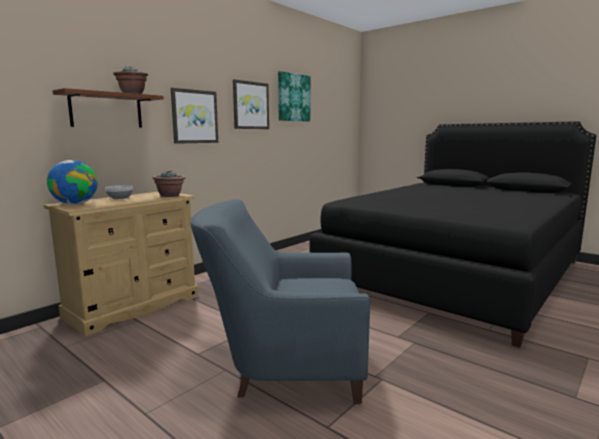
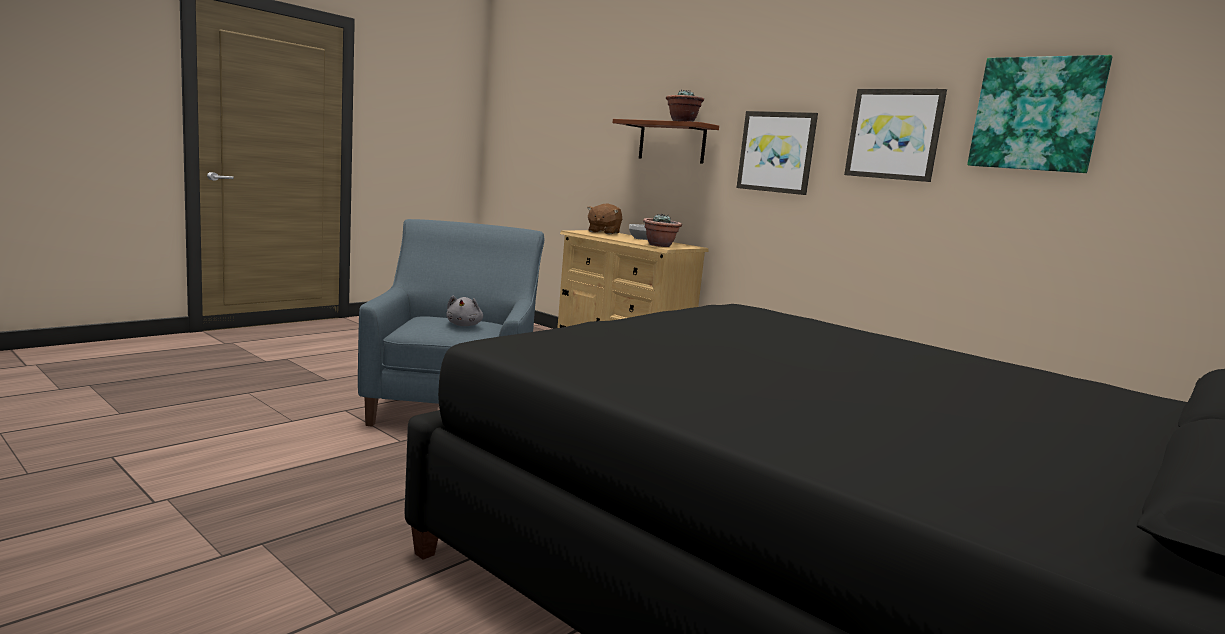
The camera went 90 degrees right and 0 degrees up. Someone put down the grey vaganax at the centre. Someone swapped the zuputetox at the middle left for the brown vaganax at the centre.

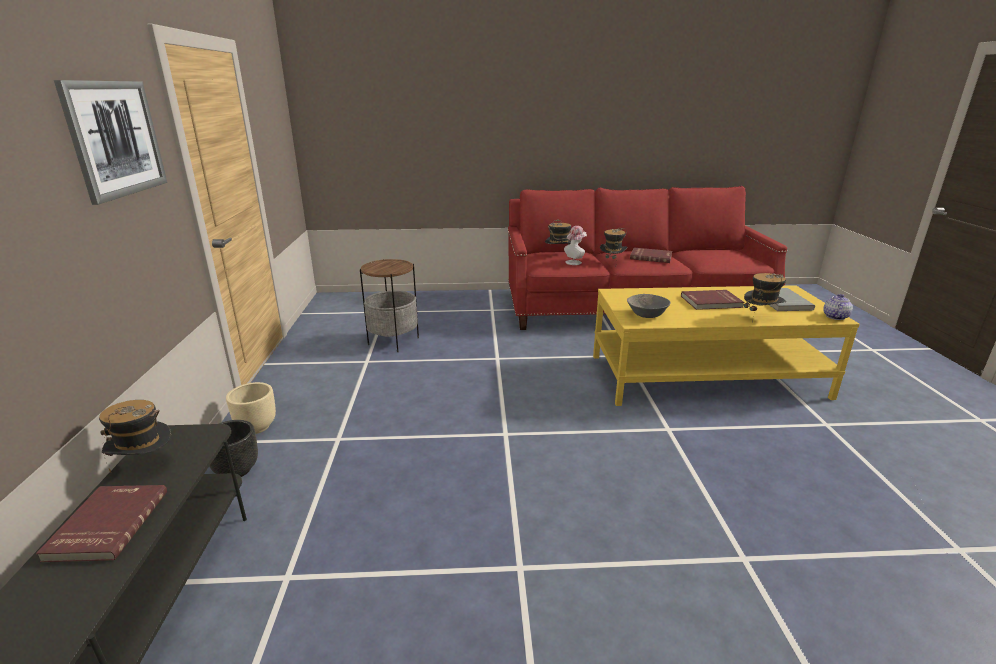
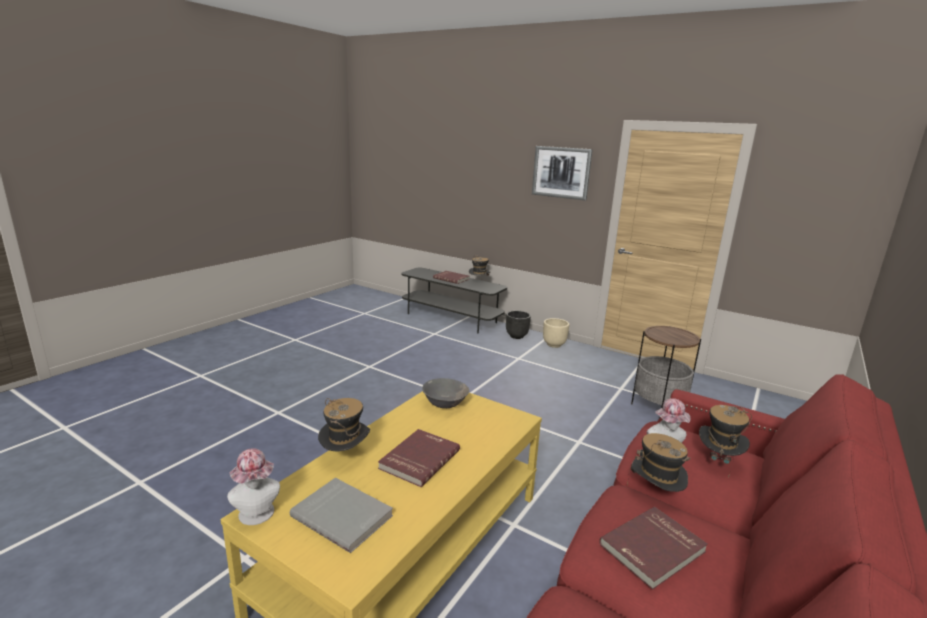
The camera went 125 degrees right and 5 degrees down. Someone swapped the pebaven at the middle right for the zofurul (1st from left) at the bottom left.

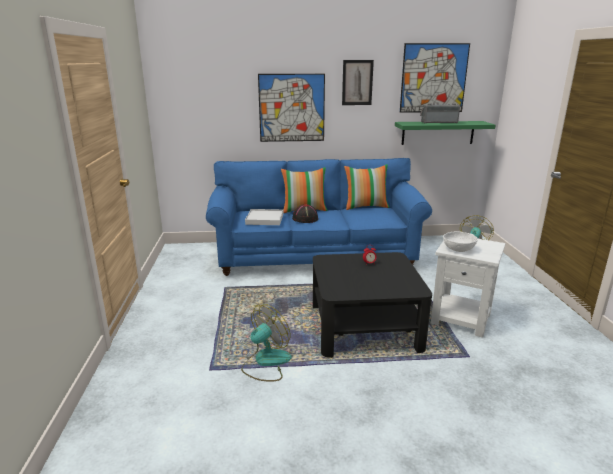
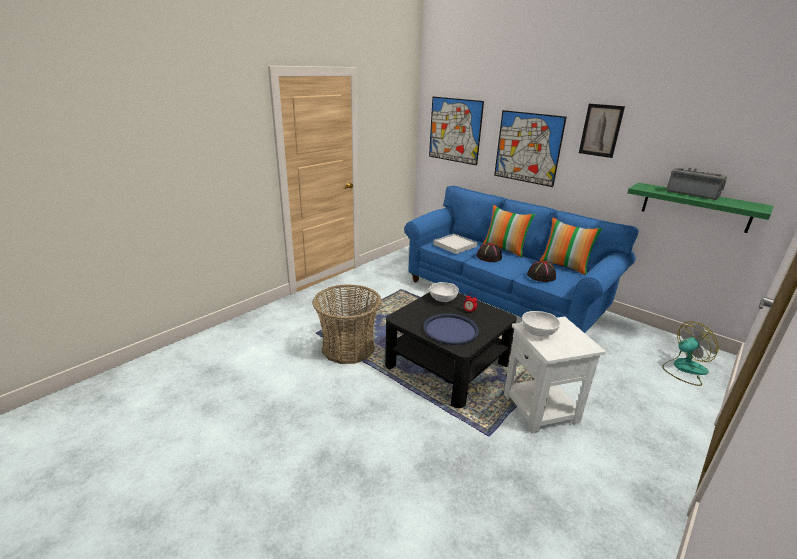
The camera went 45 degrees right and 5 degrees up. Someone swapped the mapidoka (1st from left) at the bottom centre for the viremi at the centre. Someone put down the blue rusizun at the centre. Someone carried the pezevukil (3rd from left in the first image) from the top right to the top centre. Someone put down the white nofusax (1st from left) at the centre. Someone put down the black zofurul (2nd from left) at the middle right.

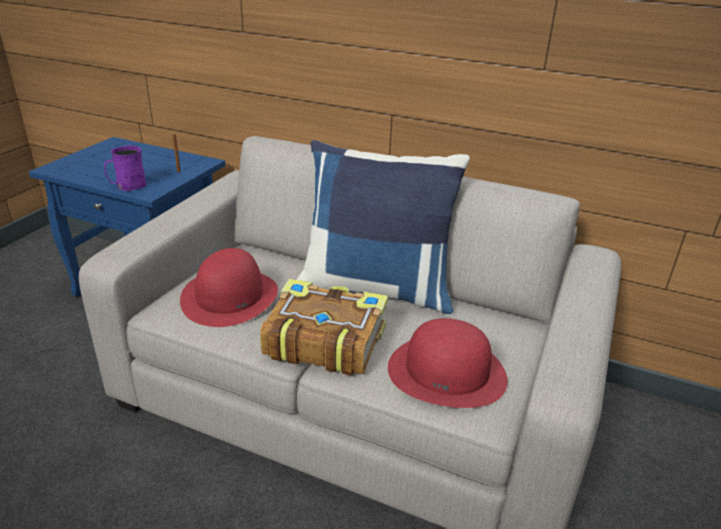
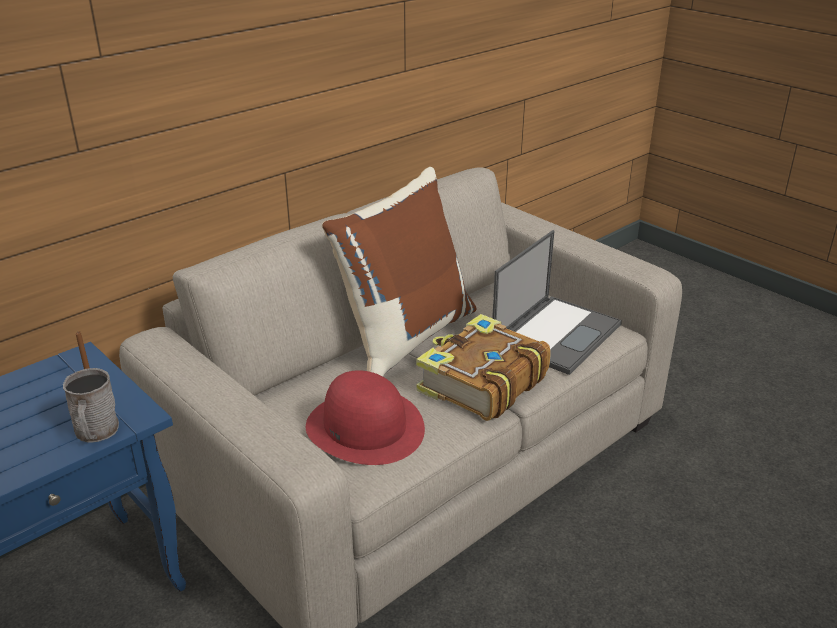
The camera went 65 degrees left and 0 degrees up. Someone repainted the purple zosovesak at the top left, which became the grey zosovesak at the middle left. Someone repainted the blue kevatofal at the centre, which became the brown kevatofal at the centre. Someone swapped the red zofurul (2nd from left) at the bottom centre for the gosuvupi at the centre.

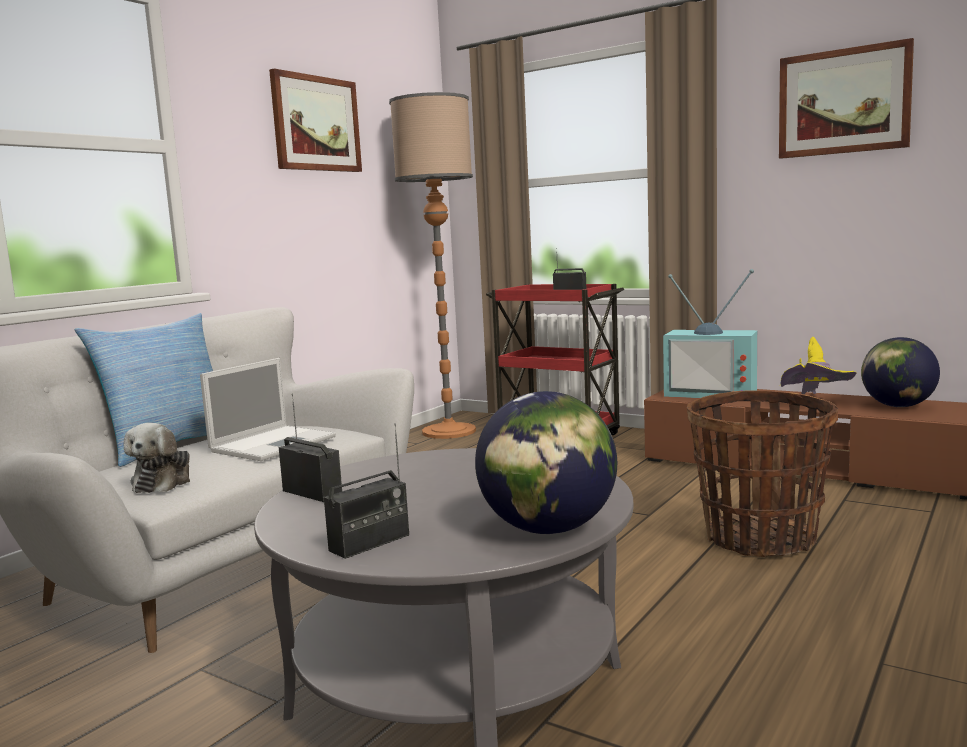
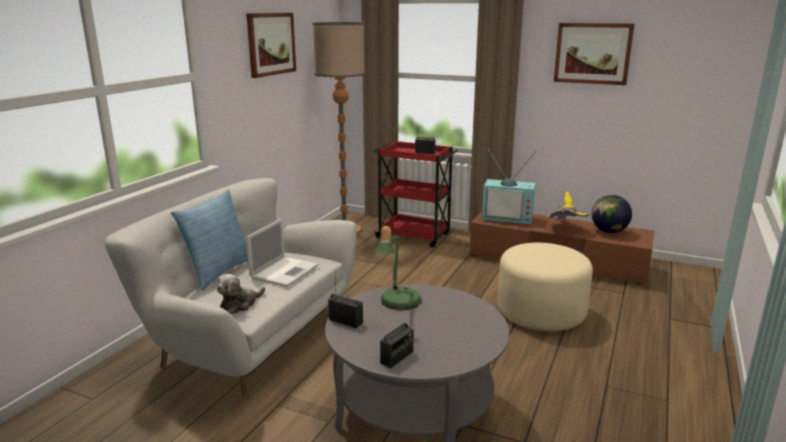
The camera went 10 degrees left and 10 degrees up. Someone rotated the vaganax at the middle left by 45 degrees clockwise. Someone put down the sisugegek at the centre. Someone swapped the viremi at the middle right for the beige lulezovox at the middle right. Someone took away the zuputetox (1st from left) at the centre.

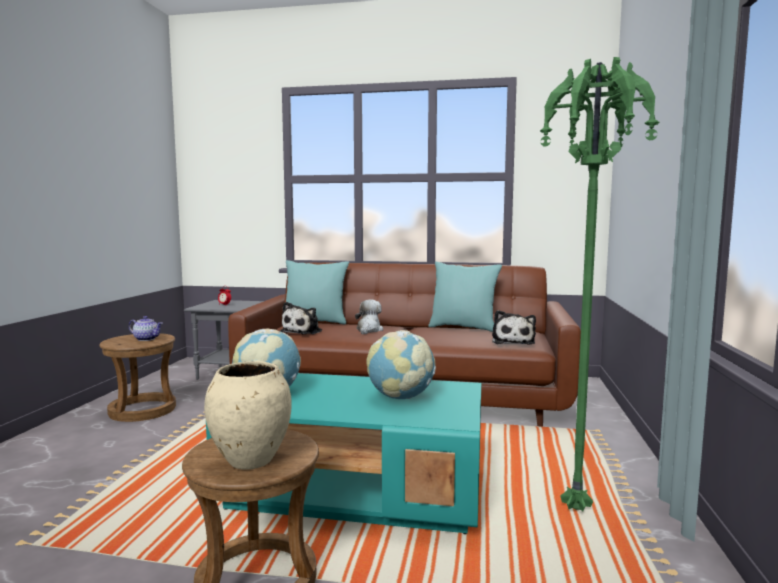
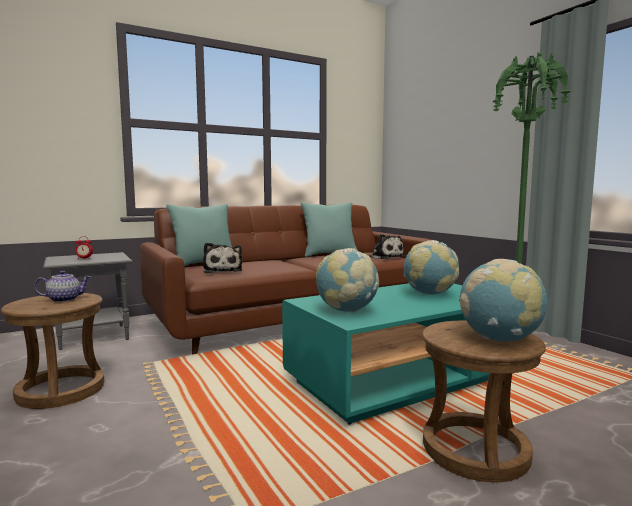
The camera went 40 degrees left and 0 degrees up. Someone swapped the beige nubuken at the bottom left for the zuputetox (3rd from left) at the middle right. Someone took away the vaganax (2nd from left) at the centre.

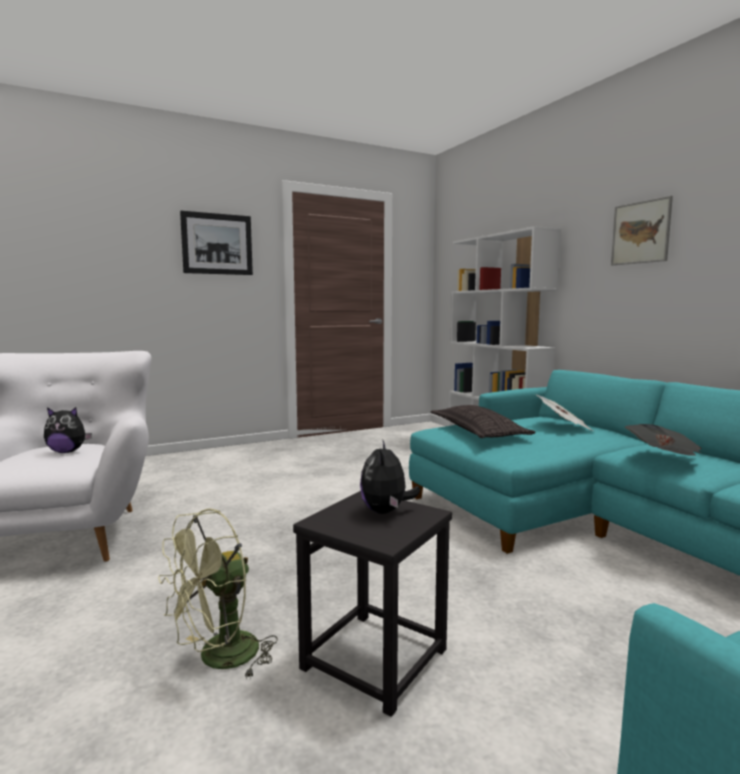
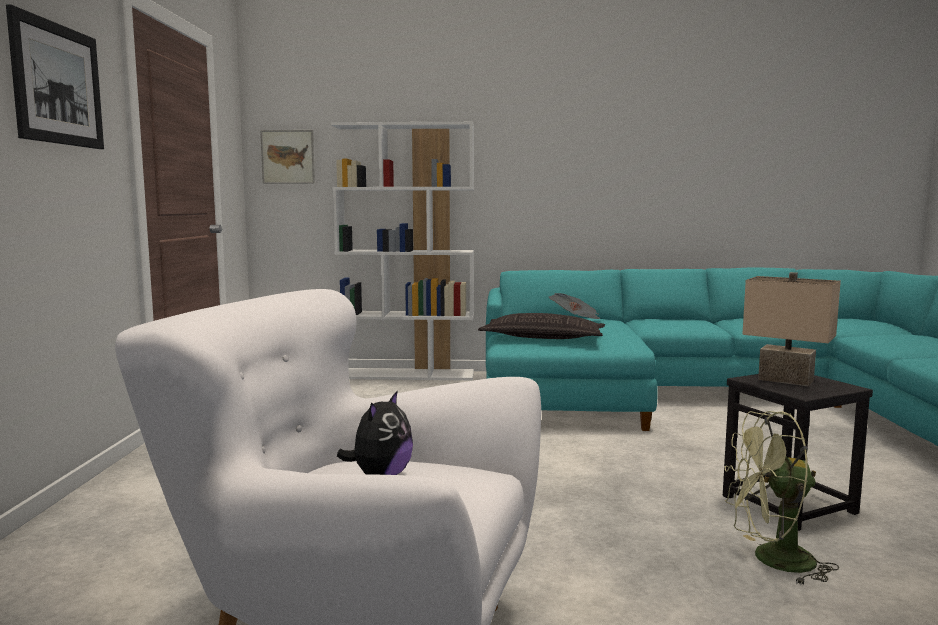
The camera went 60 degrees left and 0 degrees up. Someone carried the pezevukil (2nd from left) from the top right to the top left. Someone rotated the green mapidoka at the bottom left by 105 degrees clockwise. Someone swapped the vaganax (2nd from left) at the centre for the beige sisugegek at the middle right. Someone took away the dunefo (2nd from left) at the middle right.

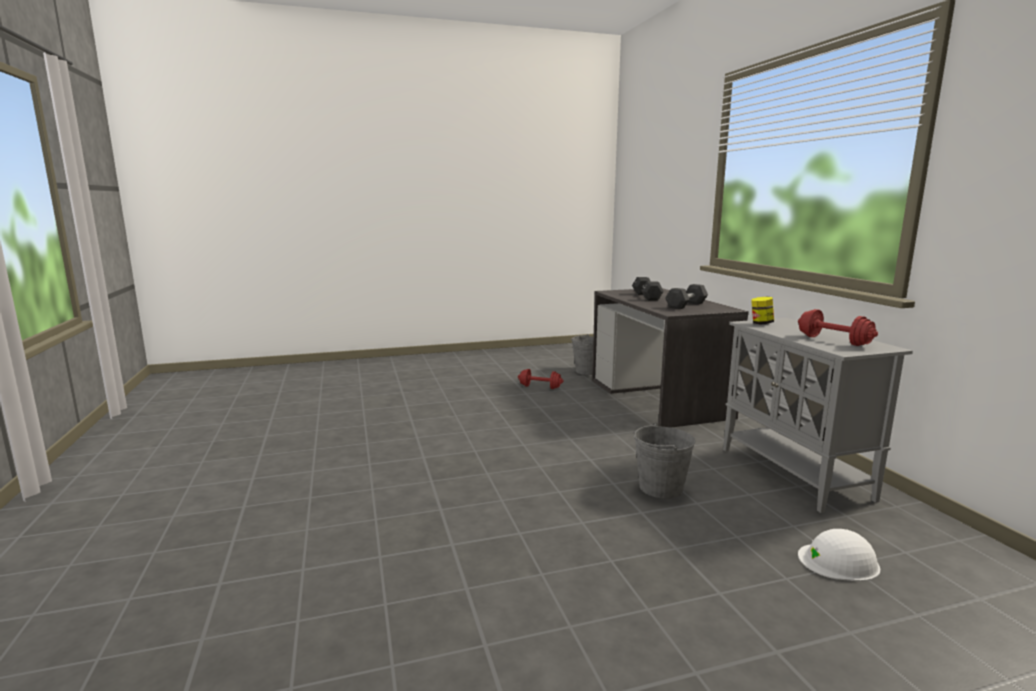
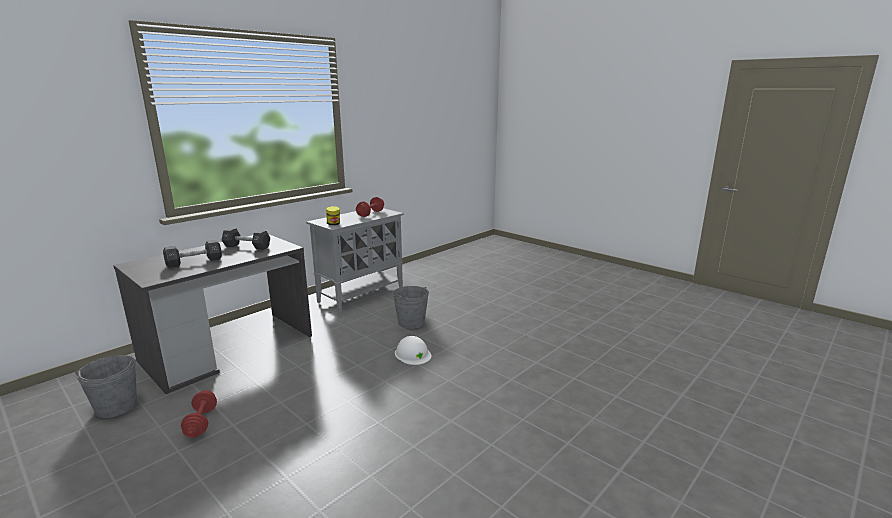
The camera went 120 degrees left and 5 degrees up. Someone carried the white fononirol from the bottom right to the bottom centre.

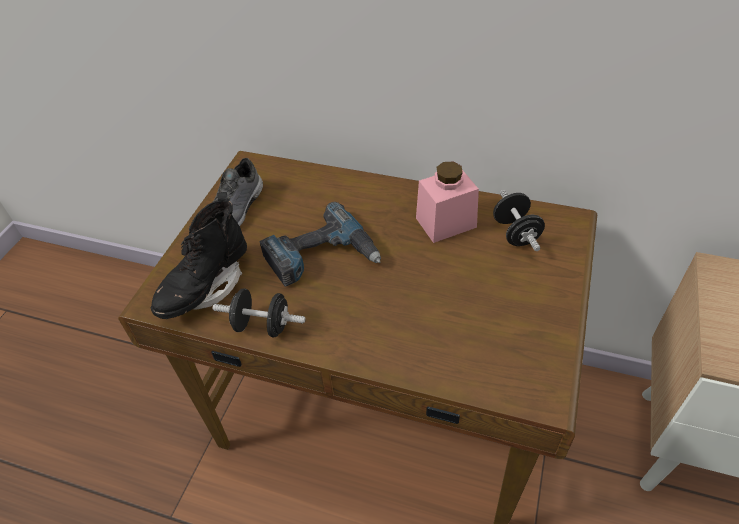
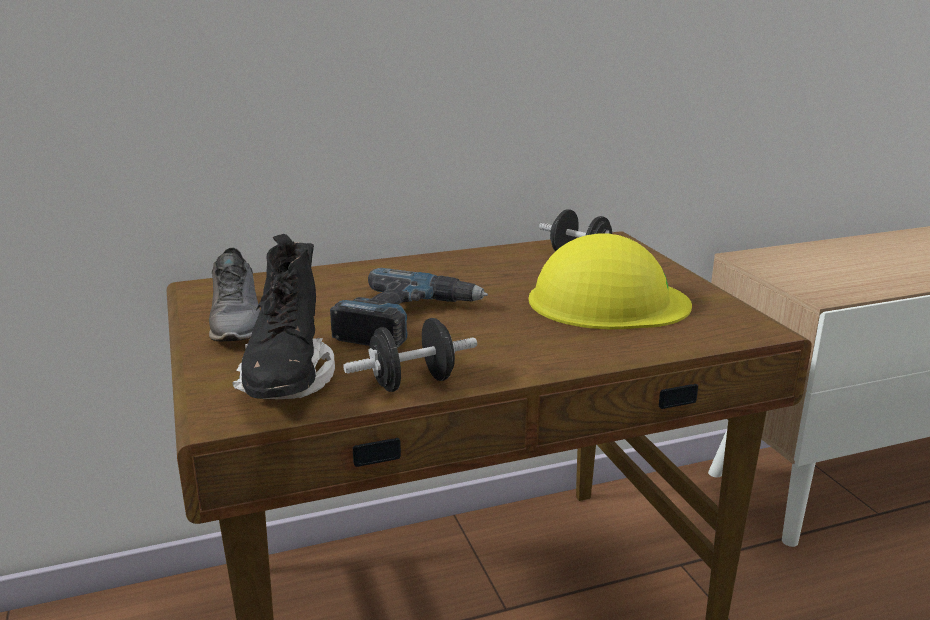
The camera went 40 degrees left and 25 degrees down. Someone put down the yellow fononirol at the centre. Someone took away the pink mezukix at the centre.

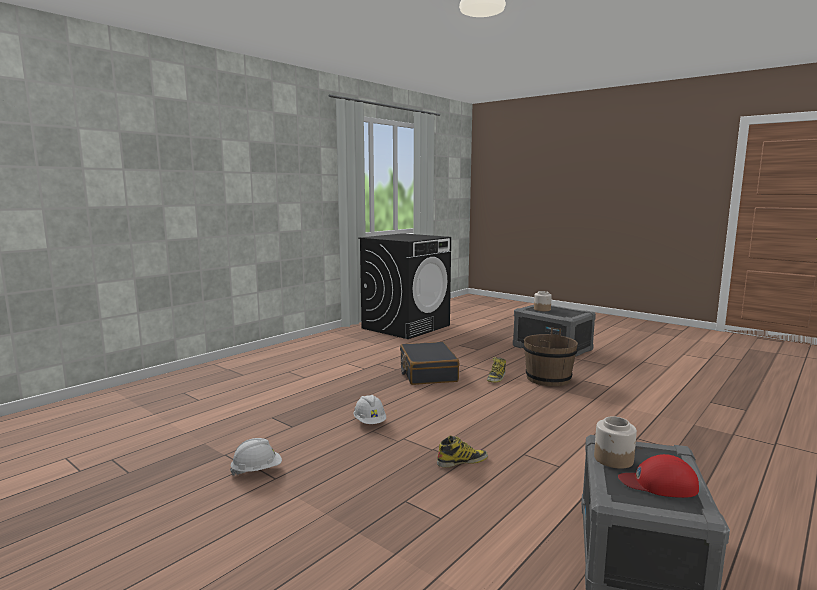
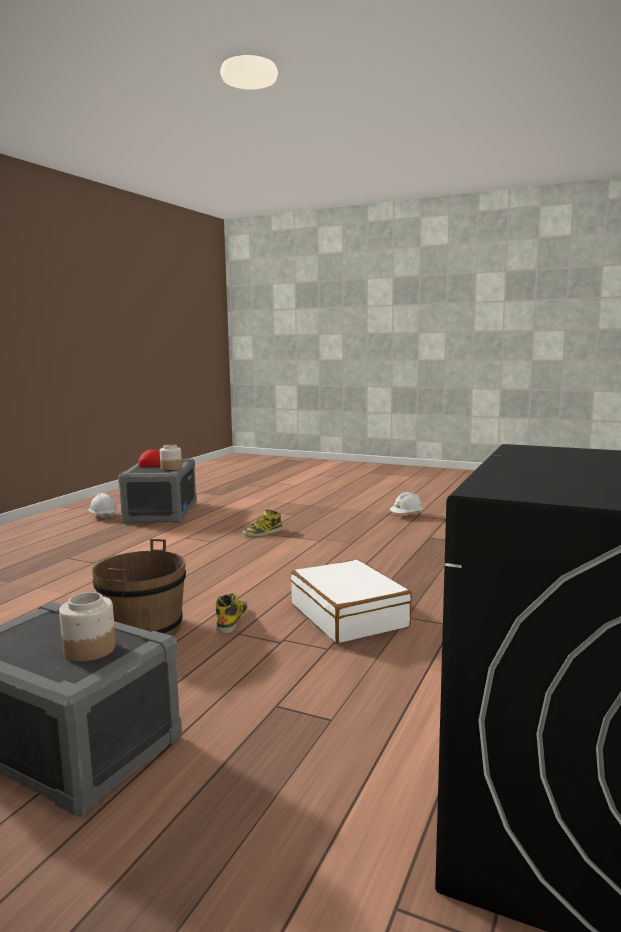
The camera went 165 degrees right and 0 degrees up. Someone carried the white fononirol (2nd from left in the first image) from the bottom centre to the middle left. Someone repainted the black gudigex at the centre, which became the white gudigex at the centre.

